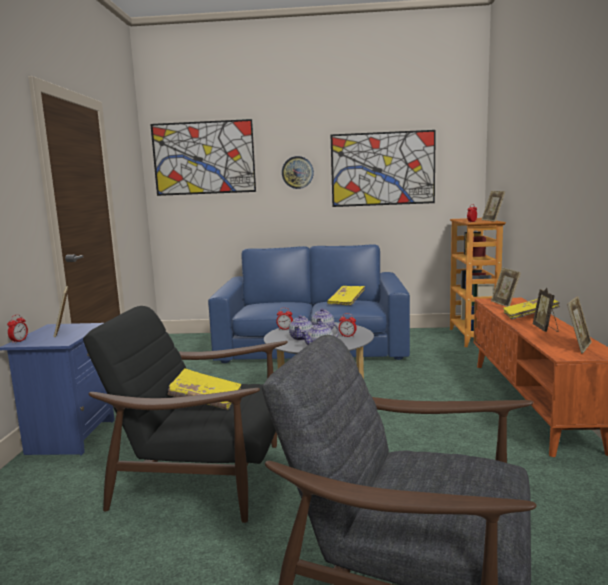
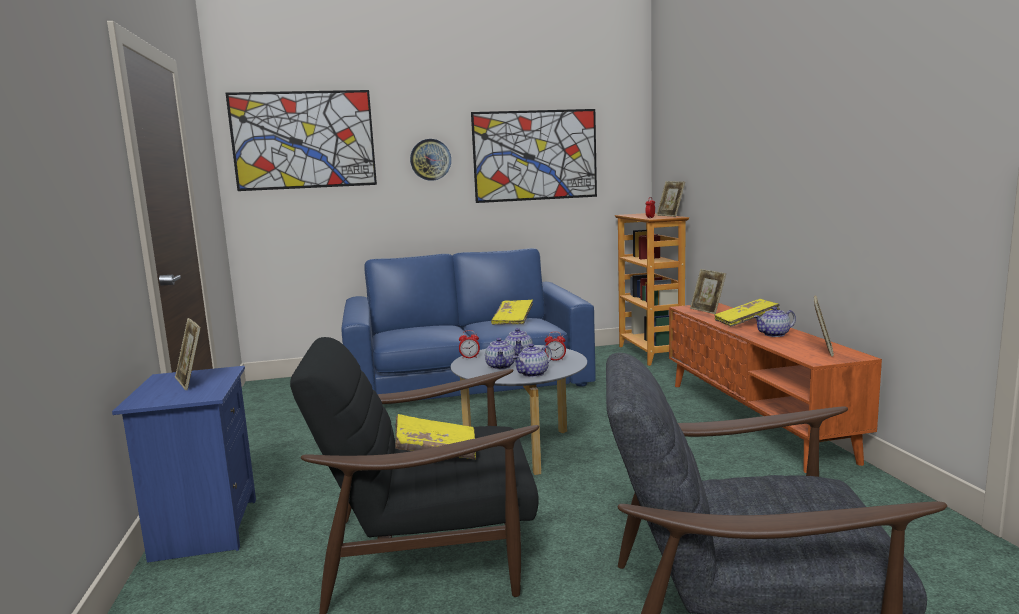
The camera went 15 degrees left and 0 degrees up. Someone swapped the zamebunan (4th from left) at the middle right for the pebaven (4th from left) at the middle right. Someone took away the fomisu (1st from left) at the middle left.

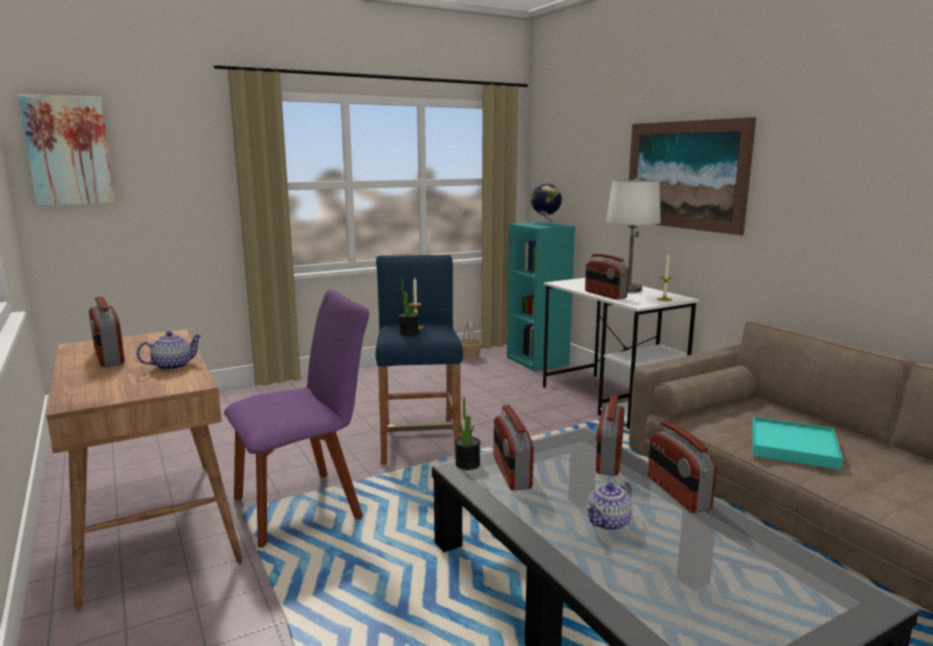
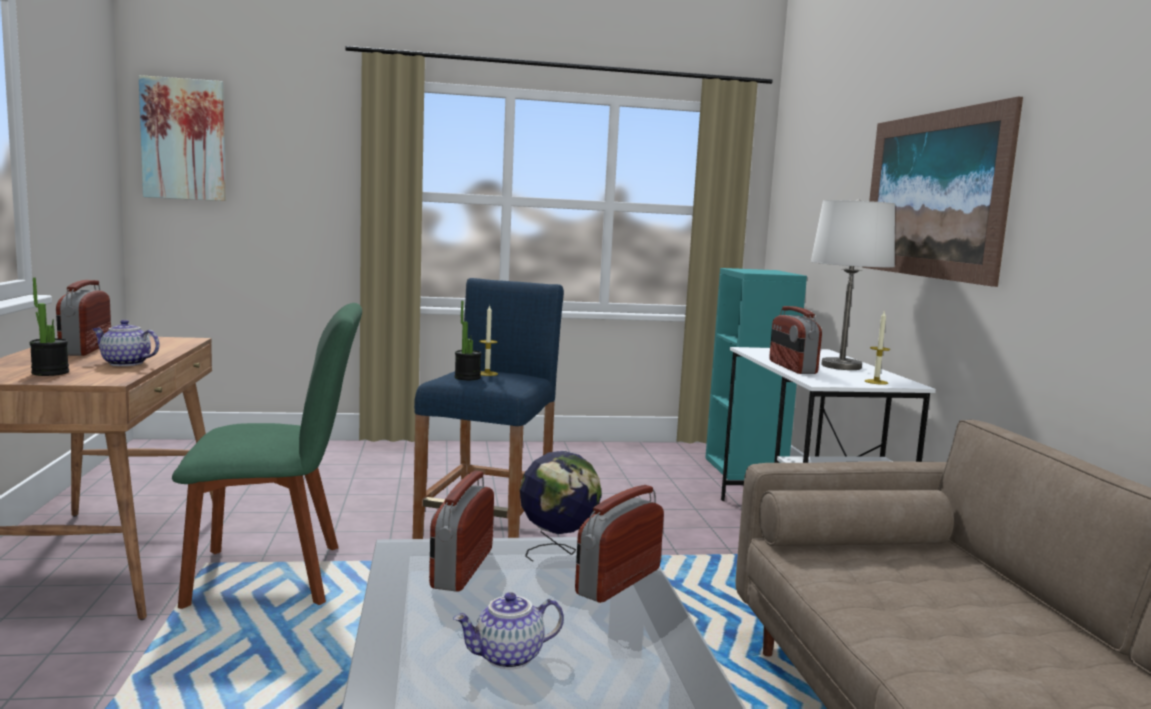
The camera went 20 degrees right and 5 degrees down. Someone carried the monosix (2nd from left in the first image) from the bottom centre to the middle left. Someone rotated the pebaven (1st from left) at the middle left by 150 degrees counterclockwise. Someone repainted the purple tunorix at the middle left, which became the green tunorix at the middle left. Someone carried the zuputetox from the top centre to the bottom centre. Someone took away the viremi at the centre. Someone took away the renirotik (5th from left) at the bottom right. Someone took away the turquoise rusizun at the bottom right.

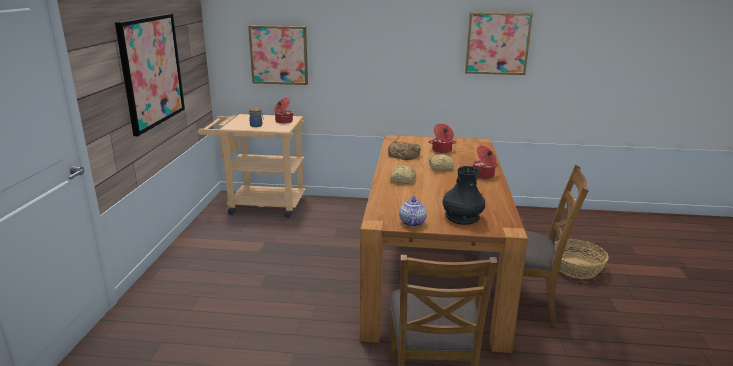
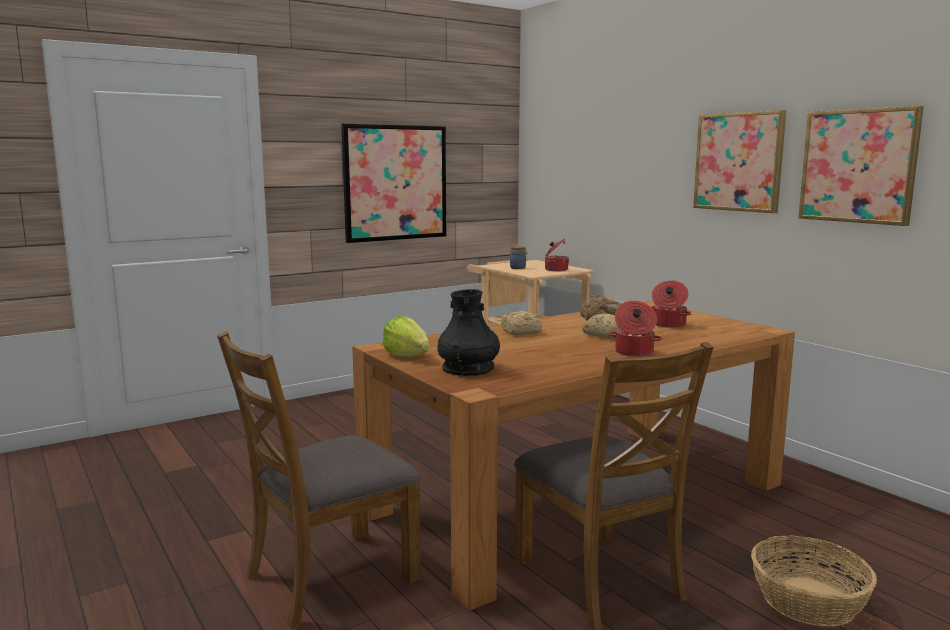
The camera went 50 degrees right and 10 degrees down. Someone swapped the pebaven at the centre for the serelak at the centre. Someone carried the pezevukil (2nd from left) from the top centre to the top right.

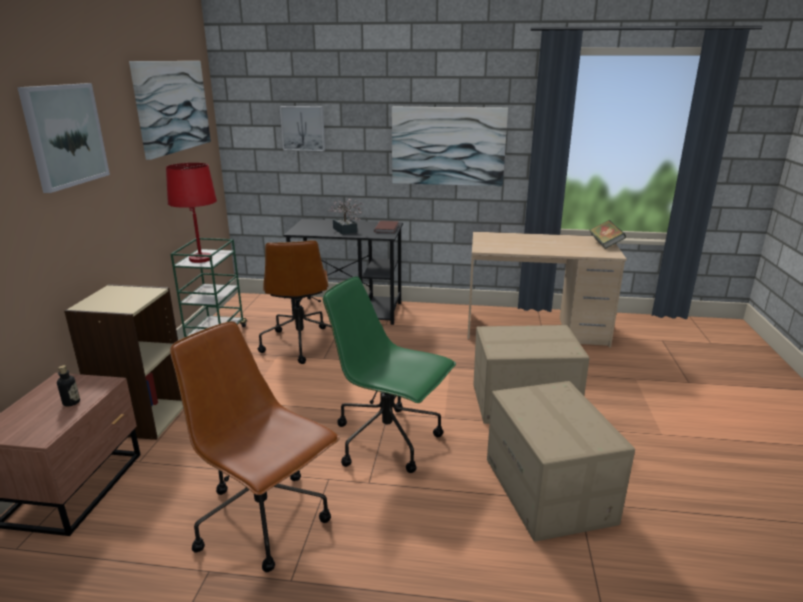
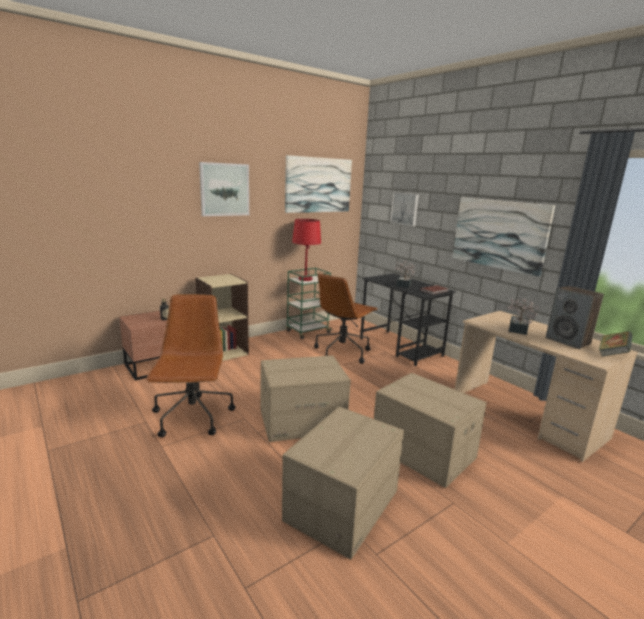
The camera went 45 degrees right and 5 degrees down. Someone swapped the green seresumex at the centre for the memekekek (1st from left) at the centre. Someone put down the monosix (2nd from left) at the middle right. Someone put down the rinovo at the middle right.

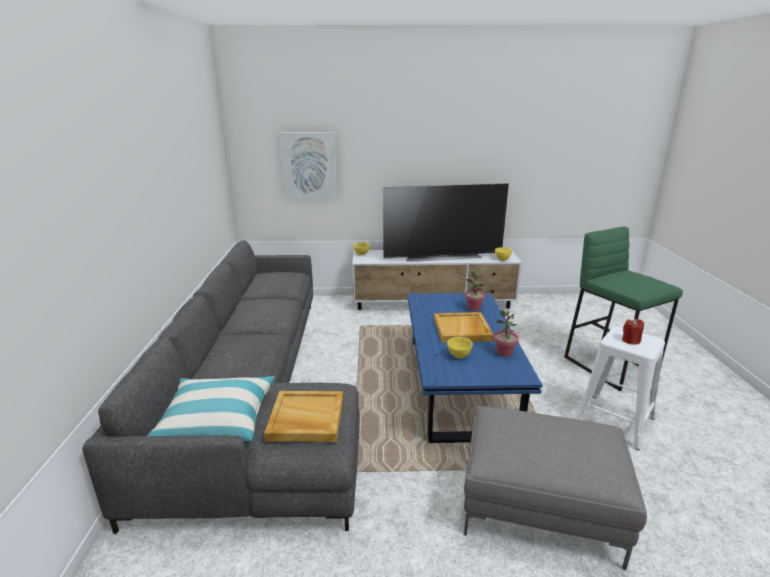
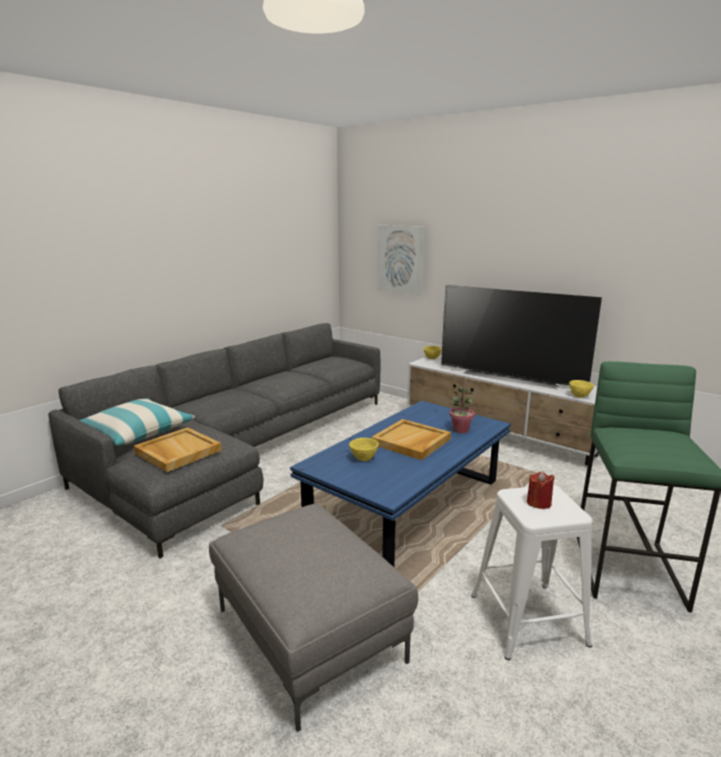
The camera went 40 degrees right and 5 degrees down. Someone took away the monosix (2nd from left) at the centre.

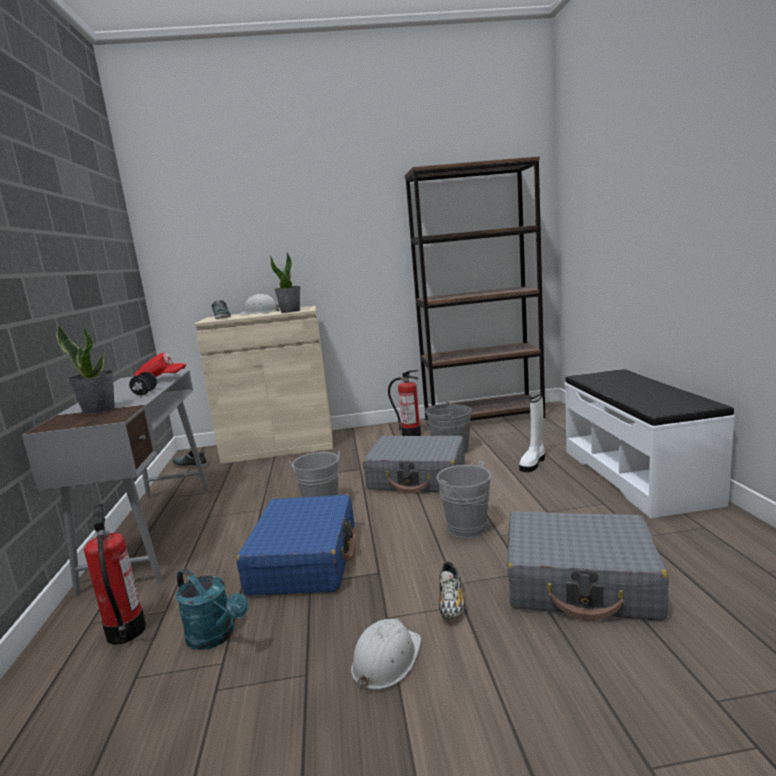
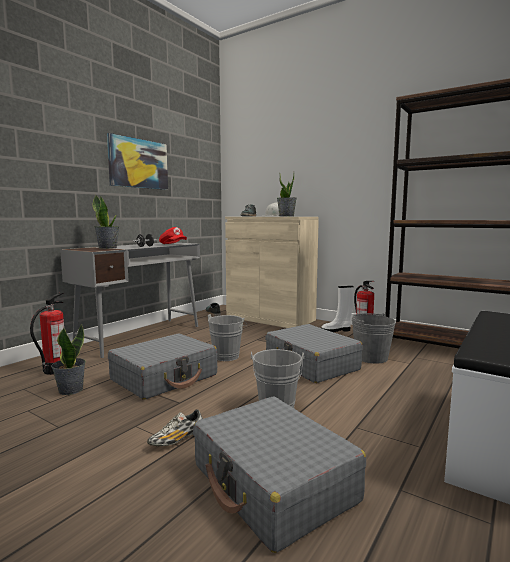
The camera went 40 degrees right and 5 degrees down. Someone swapped the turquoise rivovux at the bottom left for the monosix (1st from left) at the middle left. Someone put up the pezevukil at the top left. Someone repainted the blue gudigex at the bottom centre, which became the grey gudigex (1st from left) at the middle left. Someone carried the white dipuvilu from the middle right to the centre. Someone took away the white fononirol (2nd from left) at the bottom centre.

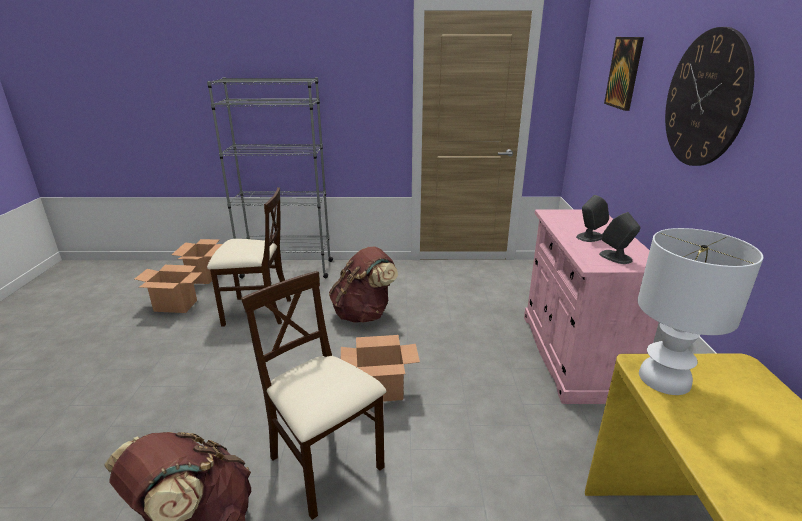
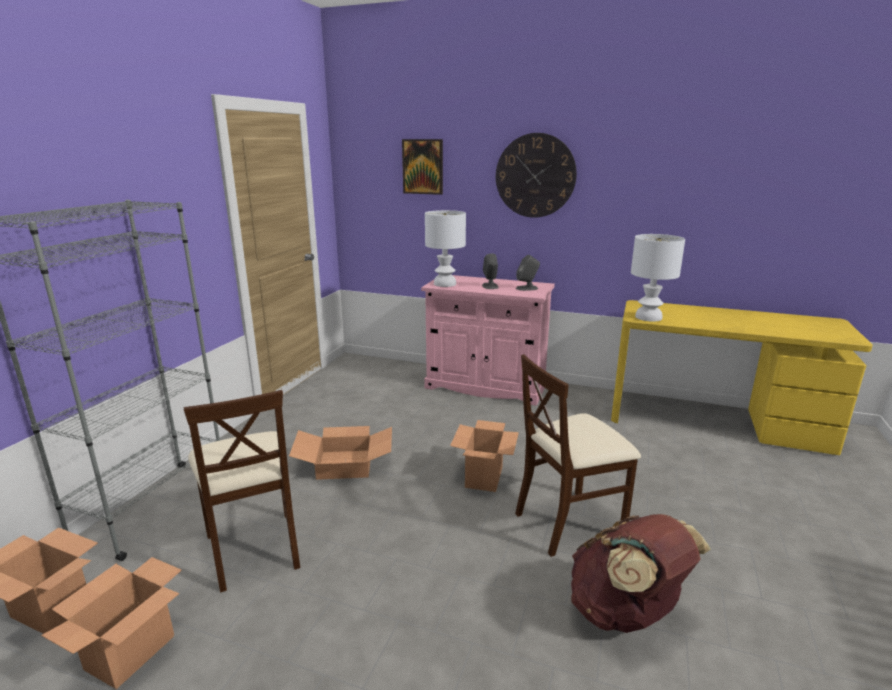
The camera went 70 degrees left and 5 degrees down. Someone rotated the beige tunorix (1st from left) at the middle left by 135 degrees clockwise. Someone swapped the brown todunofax (2nd from left) at the centre for the memekekek (3rd from left) at the centre. Someone put down the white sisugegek (1st from left) at the centre.

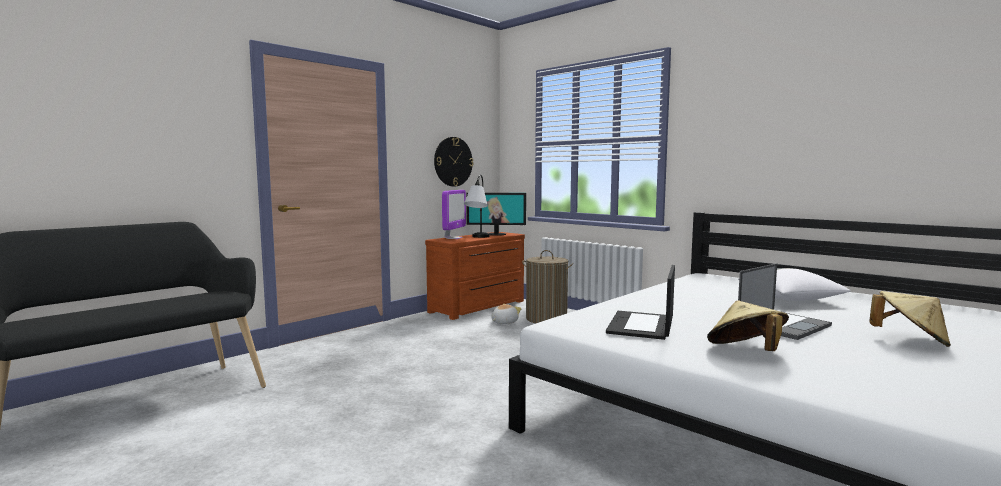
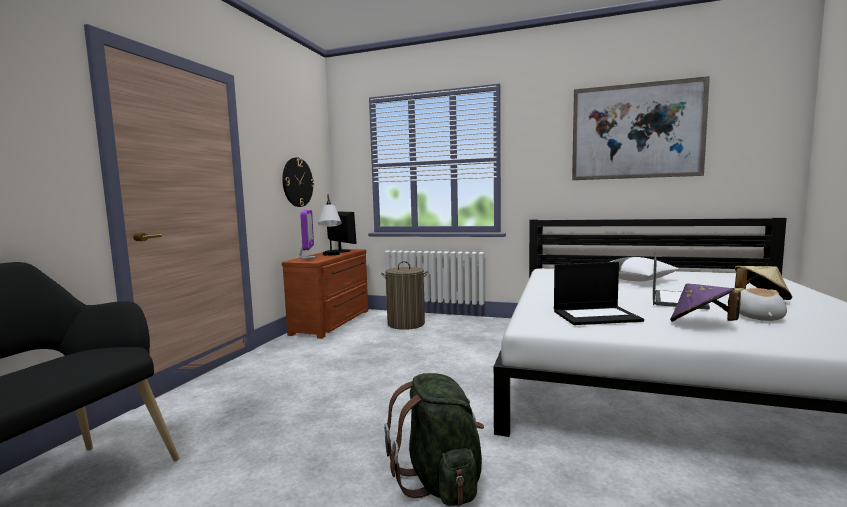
The camera went 25 degrees left and 0 degrees up. Someone rotated the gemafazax (2nd from left) at the centre by 105 degrees counterclockwise. Someone put down the green todunofax at the bottom centre. Someone rotated the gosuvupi (1st from left) at the centre by 90 degrees counterclockwise. Someone put up the pezevukil at the top right. Someone repainted the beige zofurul (1st from left) at the bottom right, which became the purple zofurul at the middle right. Someone carried the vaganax from the centre to the middle right.

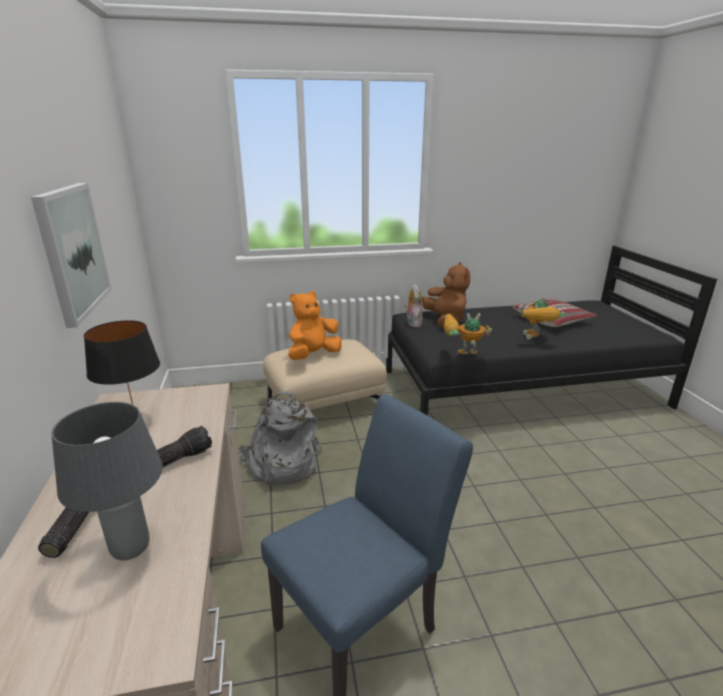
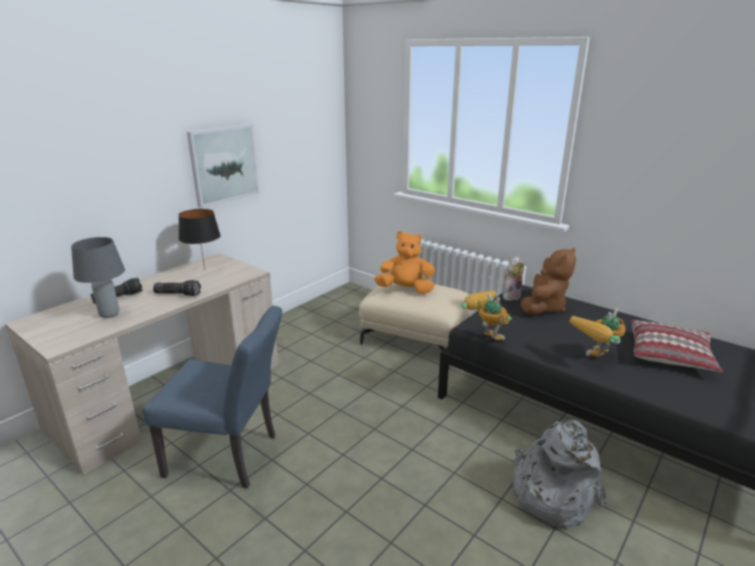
The camera went 50 degrees right and 0 degrees up. Someone carried the grey todunofax from the centre to the bottom right.

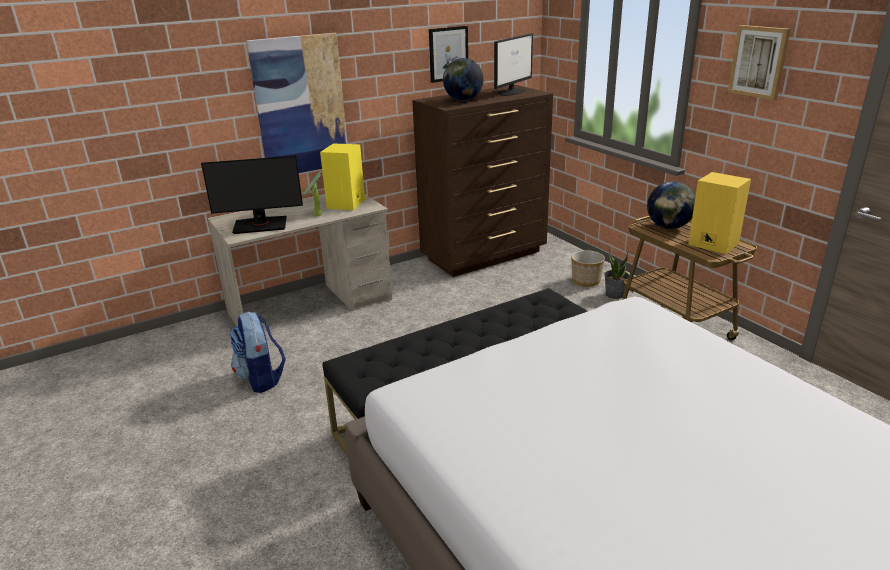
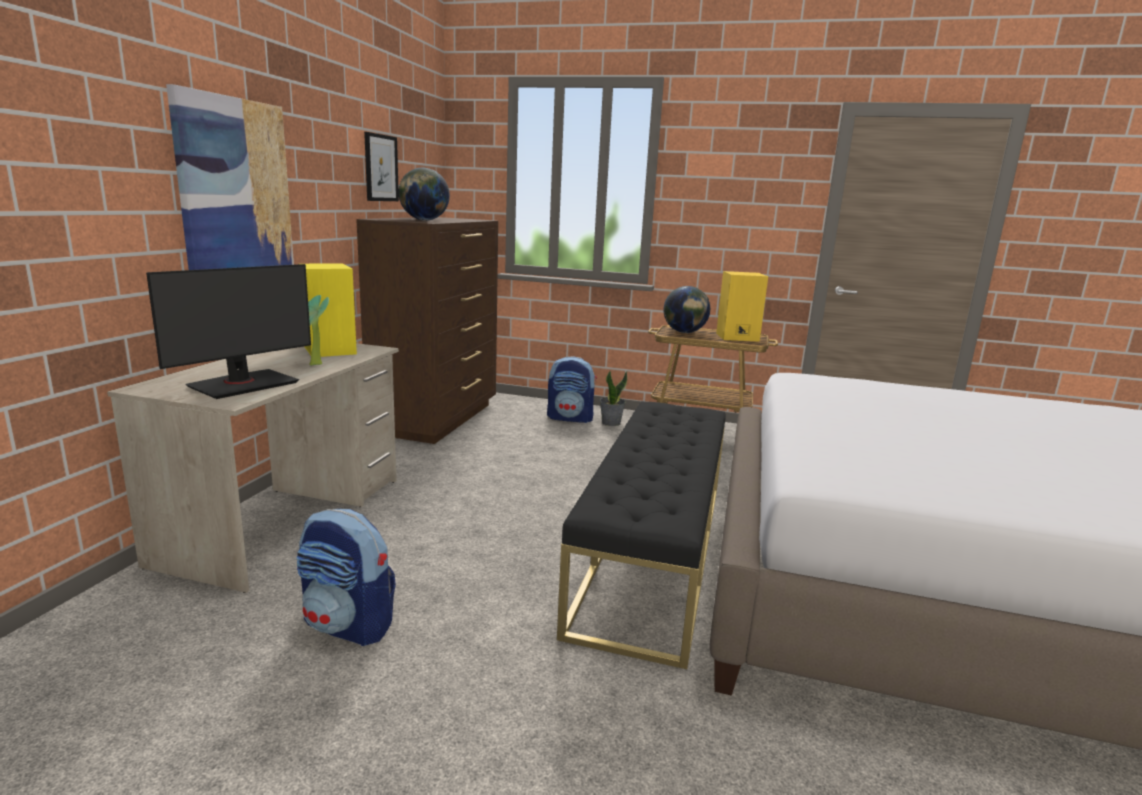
The camera went 45 degrees left and 10 degrees down. Someone swapped the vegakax at the centre for the todunofax (2nd from left) at the centre. Someone took away the gemafazax (2nd from left) at the top centre. Someone took away the pezevukil (3rd from left) at the top right.

